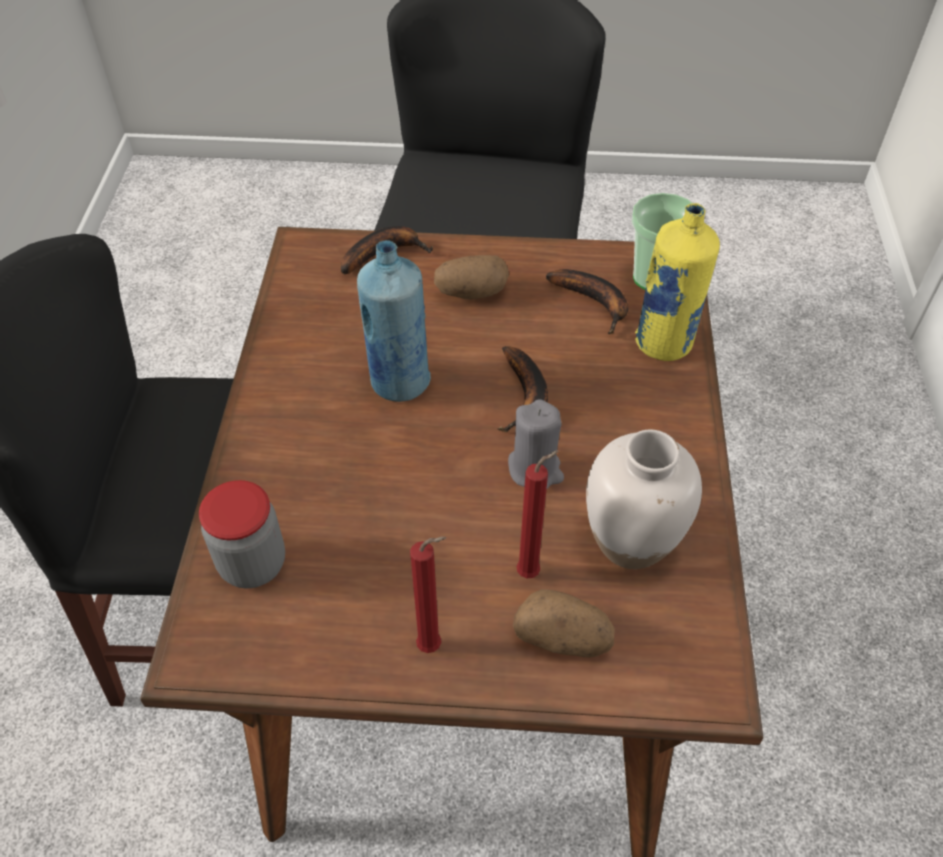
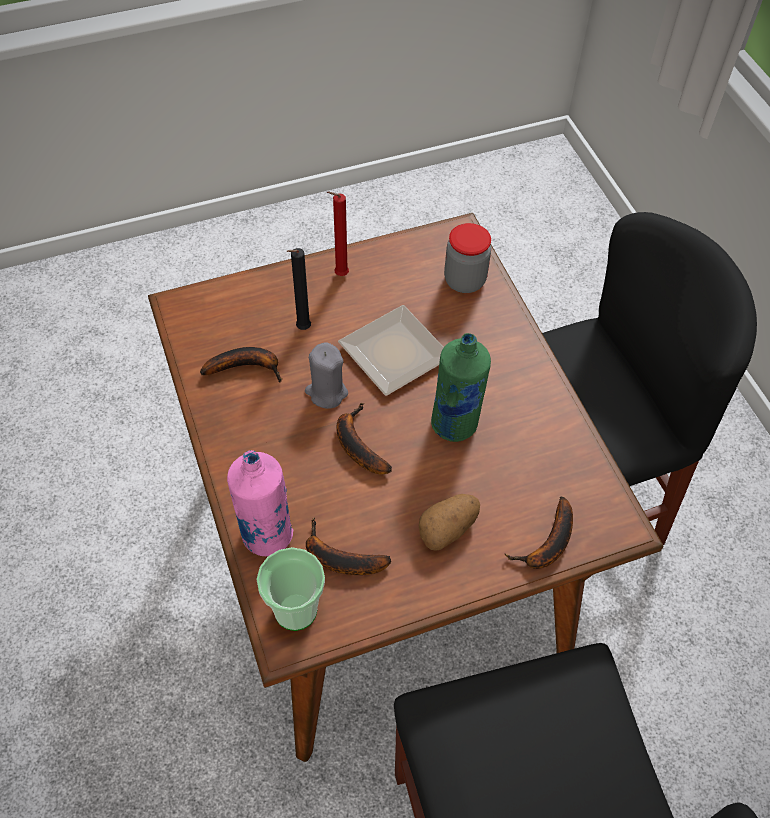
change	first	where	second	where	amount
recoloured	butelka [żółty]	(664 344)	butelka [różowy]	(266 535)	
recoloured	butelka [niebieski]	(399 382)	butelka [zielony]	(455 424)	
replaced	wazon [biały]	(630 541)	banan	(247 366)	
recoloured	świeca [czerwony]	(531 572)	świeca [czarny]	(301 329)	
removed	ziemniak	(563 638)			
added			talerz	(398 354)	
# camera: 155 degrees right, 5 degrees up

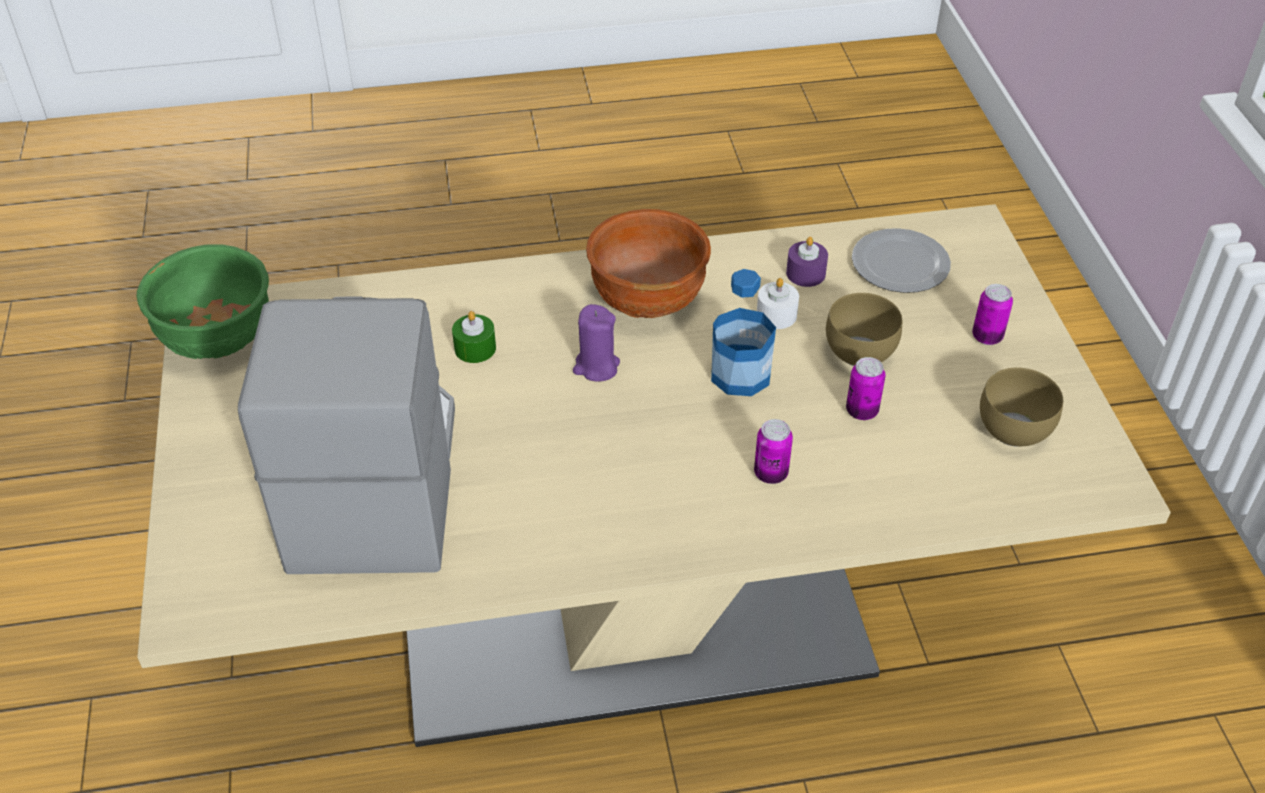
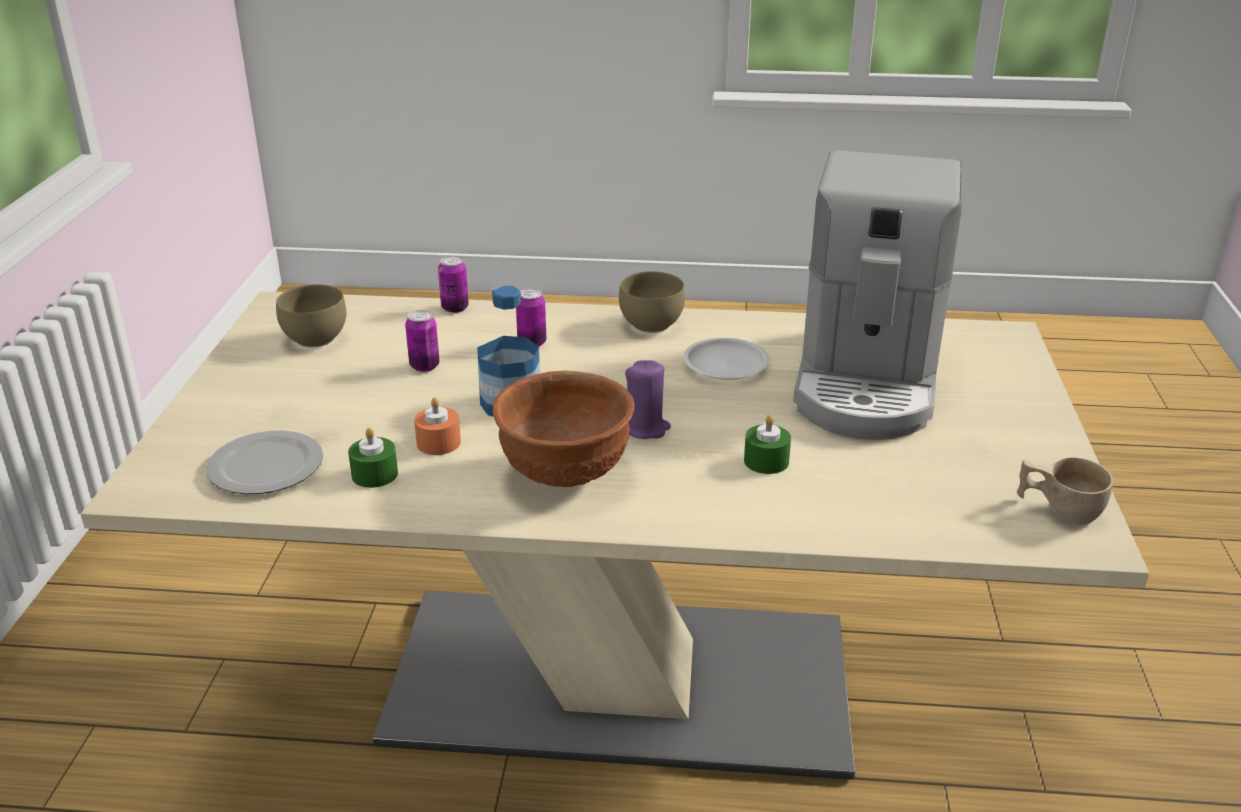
change	first	where	second	where	amount
recoloured	świeca [fioletowy]	(805 273)	świeca [zielony]	(374 474)	
replaced	miska [zielony]	(219 341)	filiżanka [beżowy]	(1058 509)	
recoloured	świeca [biały]	(776 315)	świeca [pomarańczowy]	(438 443)	
moved	puszka	(987 337)		(455 308)	
moved	miska [brązowy]	(856 353)		(654 325)	
added			talerz [biały]	(725 364)	
# camera: 165 degrees left, 15 degrees down

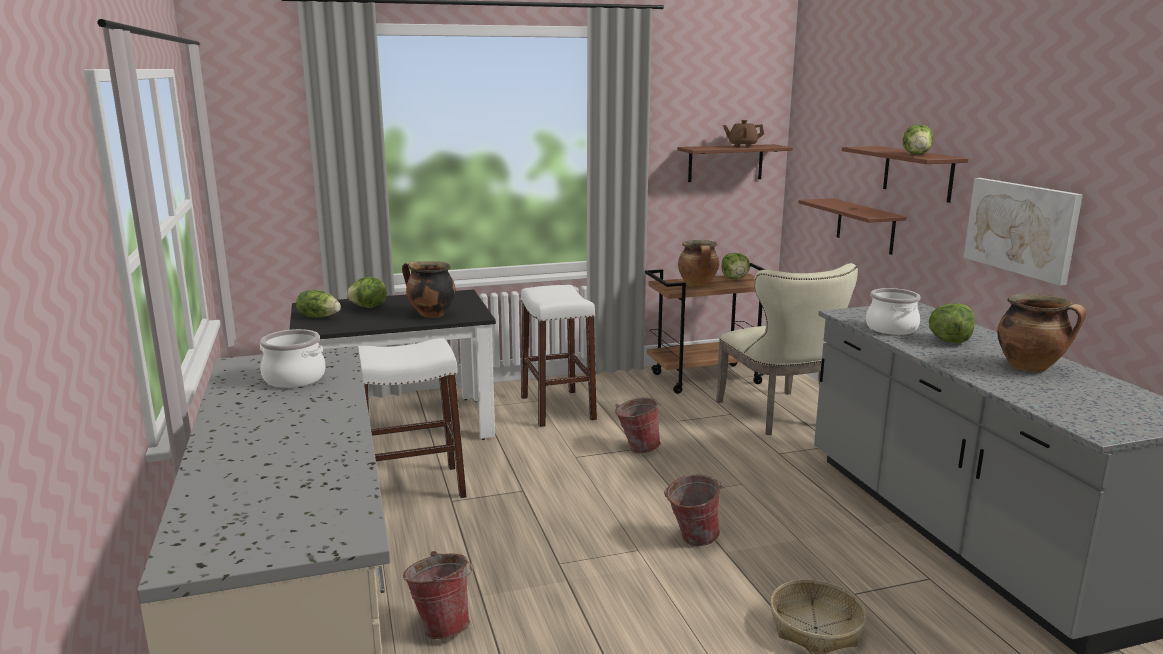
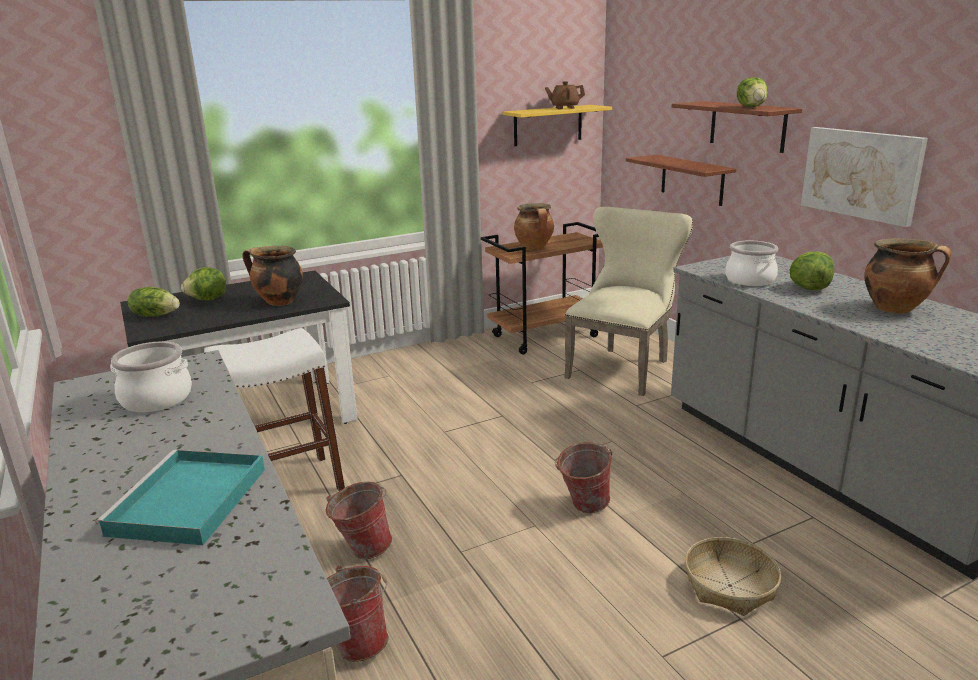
change	first	where	second	where	amount
recoloured	półka [brązowy]	(725 163)	półka [żółty]	(548 125)	
removed	sałata	(735 278)			
turned	krzesło [beżowy]	(778 416)		(623 367)	120 degrees counterclockwise
removed	stołek [biały]	(557 408)			
moved	wiadro	(637 448)		(362 549)	
added			taca [turkusowy]	(188 502)	
# camera: 10 degrees left, 5 degrees up

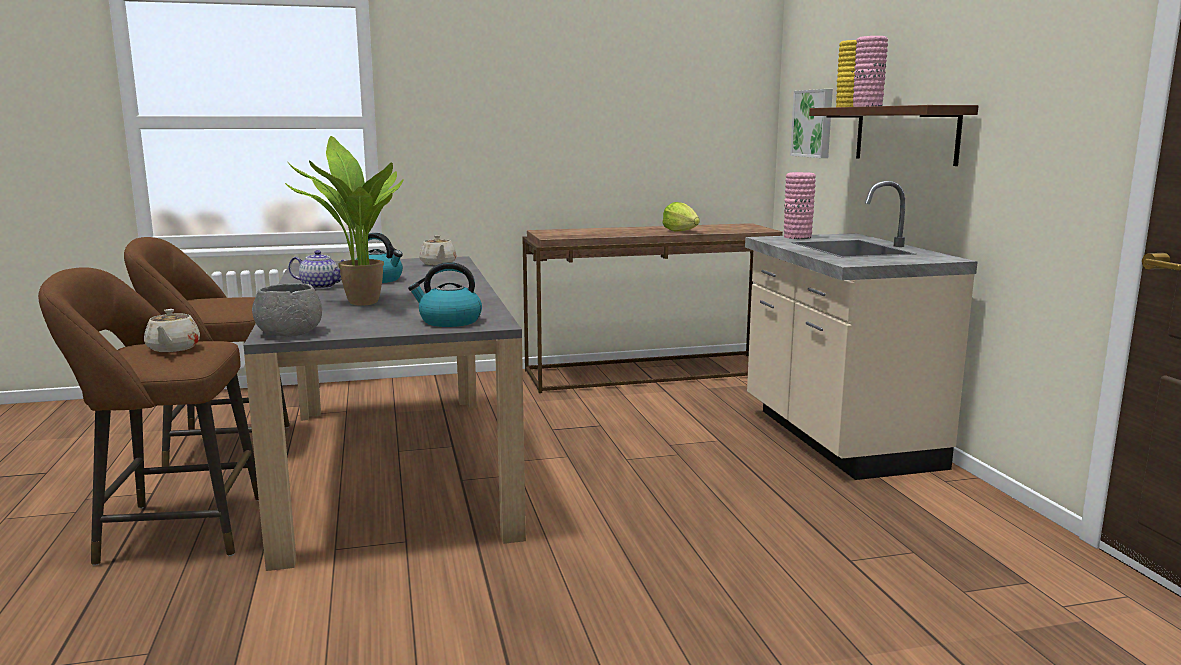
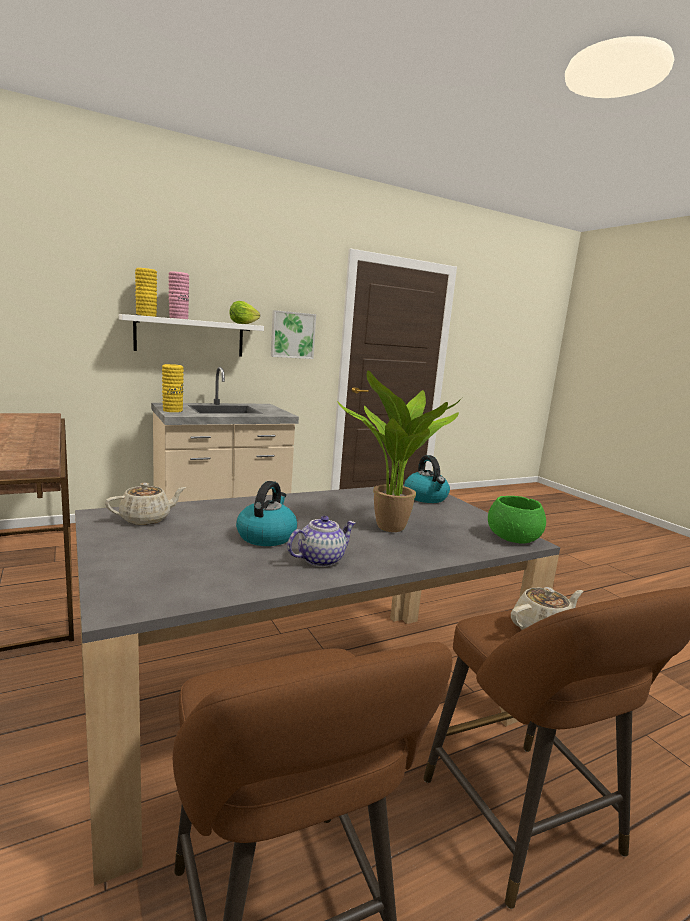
change	first	where	second	where	amount
moved	obraz	(814 123)		(292 335)	
recoloured	półka [brązowy]	(905 134)	półka [biały]	(190 336)	
recoloured	wazon [różowy]	(797 237)	wazon [żółty]	(172 410)	
moved	sałata	(680 231)		(243 323)	
turned	imbryk	(320 286)		(321 559)	60 degrees clockwise
recoloured	miska [szary]	(289 333)	miska [zielony]	(514 538)	
# camera: 105 degrees left, 0 degrees up

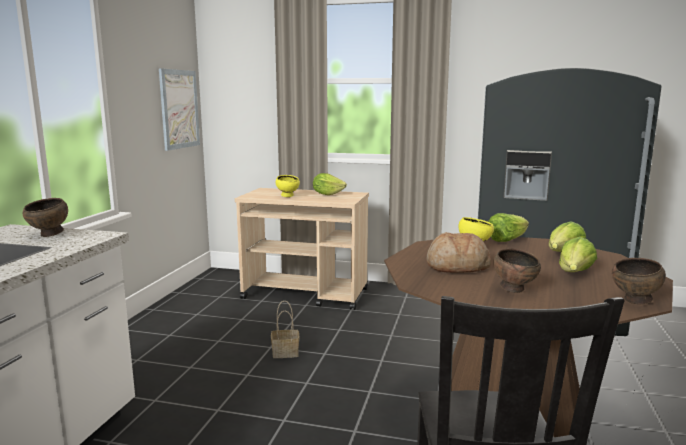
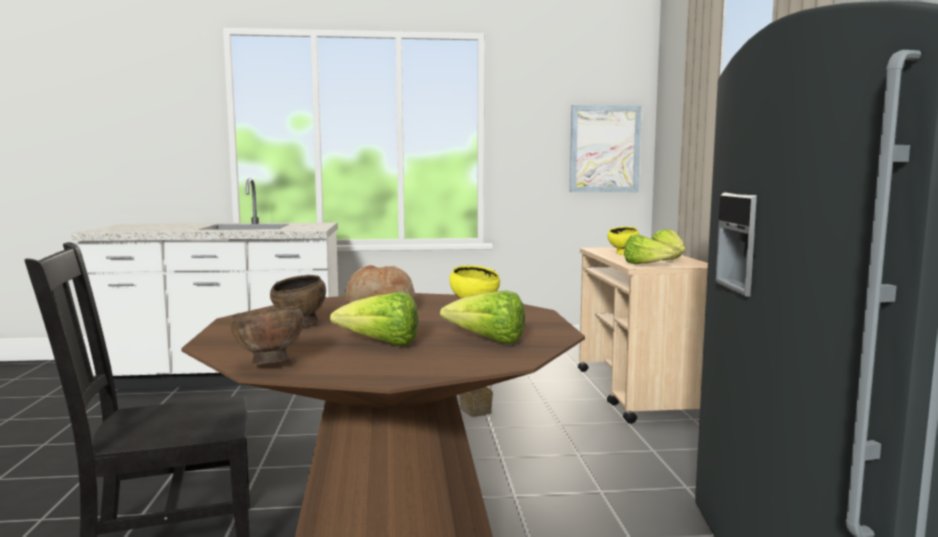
change	first	where	second	where	amount
removed	miska [brązowy]	(49 235)			
moved	sałata	(507 240)		(645 265)	
# camera: 70 degrees right, 5 degrees down

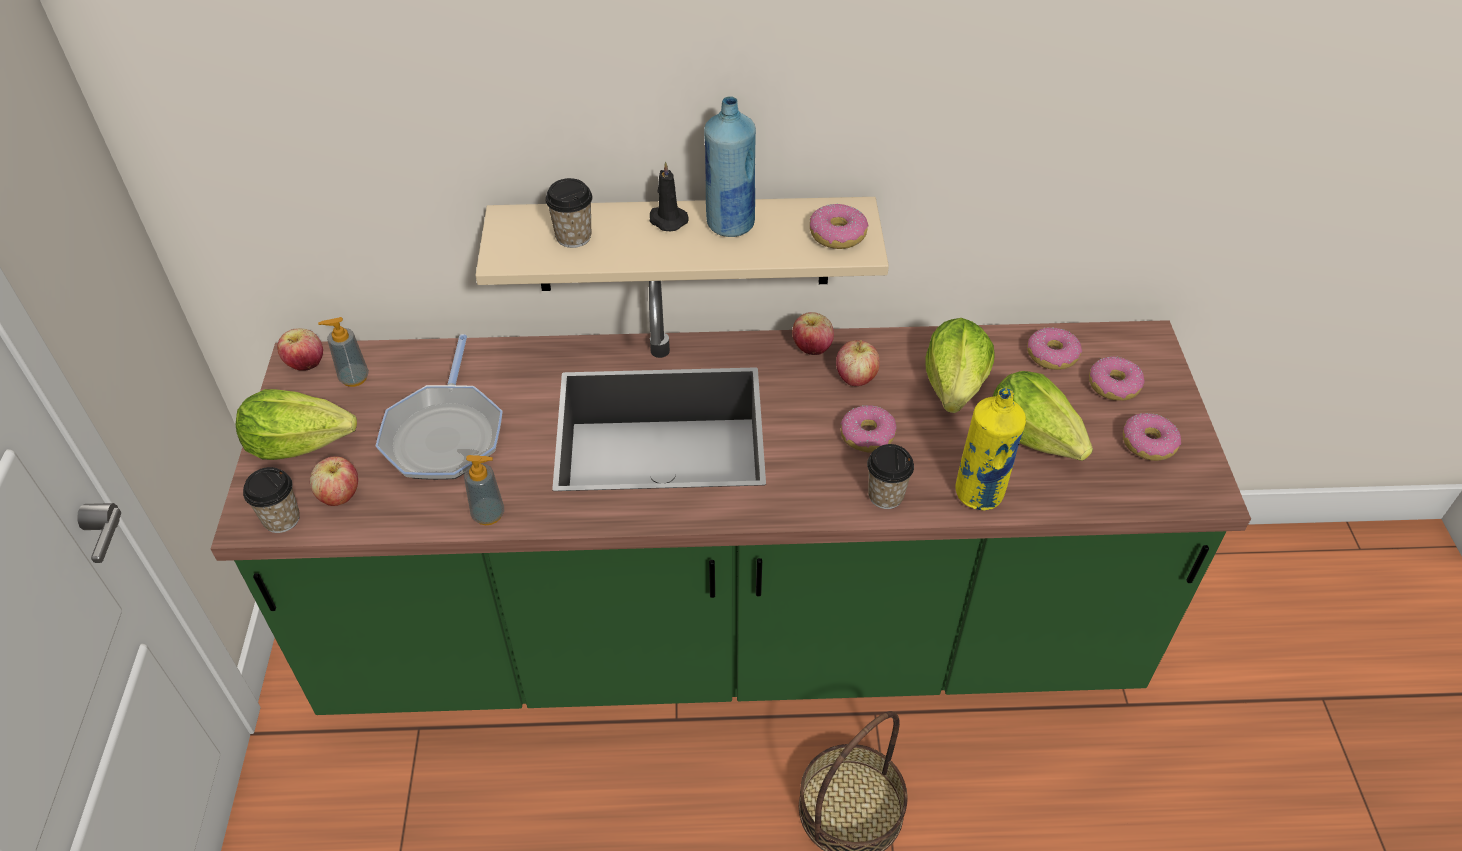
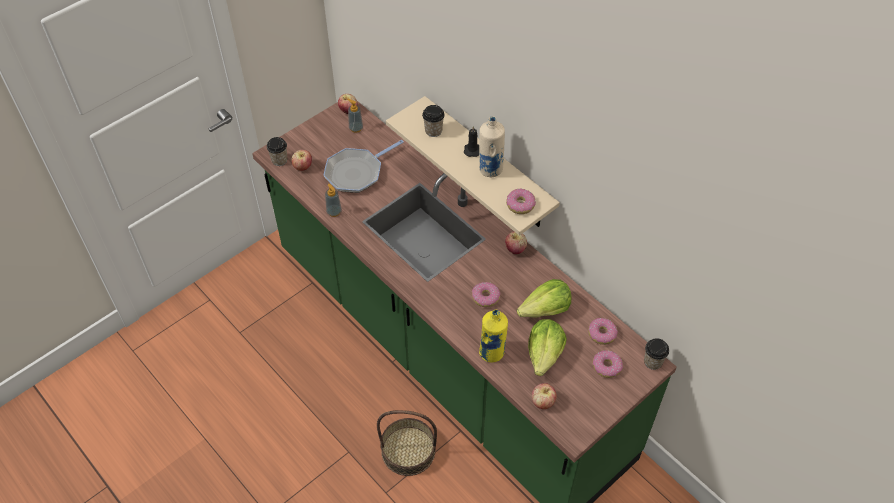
change	first	where	second	where	amount
recoloured	butelka [niebieski]	(730 224)	butelka [beżowy]	(490 169)	
moved	jabłko	(856 378)		(542 402)	
removed	sałata	(300 442)			
removed	donut	(1148 444)			
moved	filiżanka	(885 496)		(653 362)	
# camera: 50 degrees right, 5 degrees up

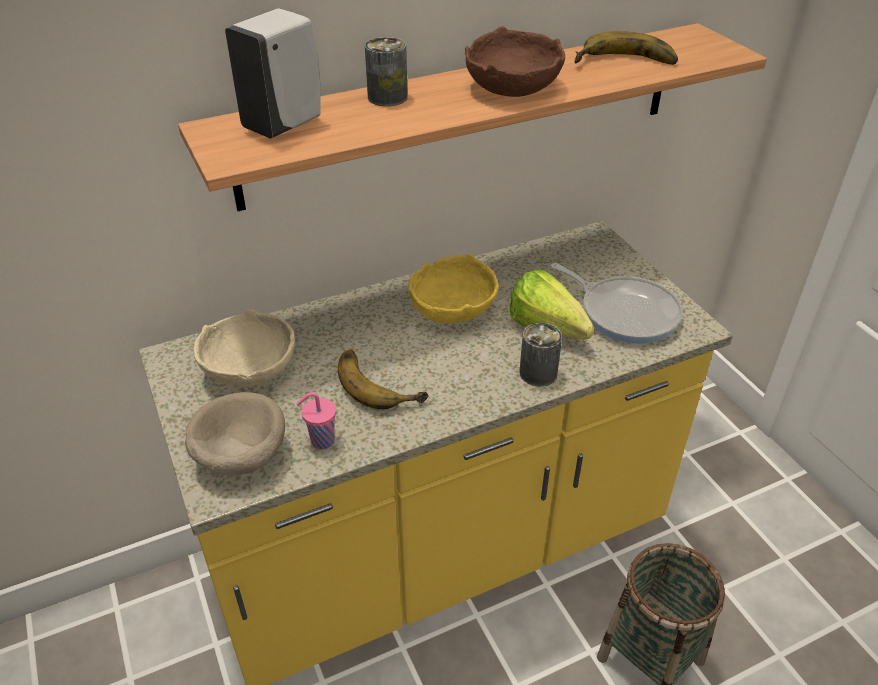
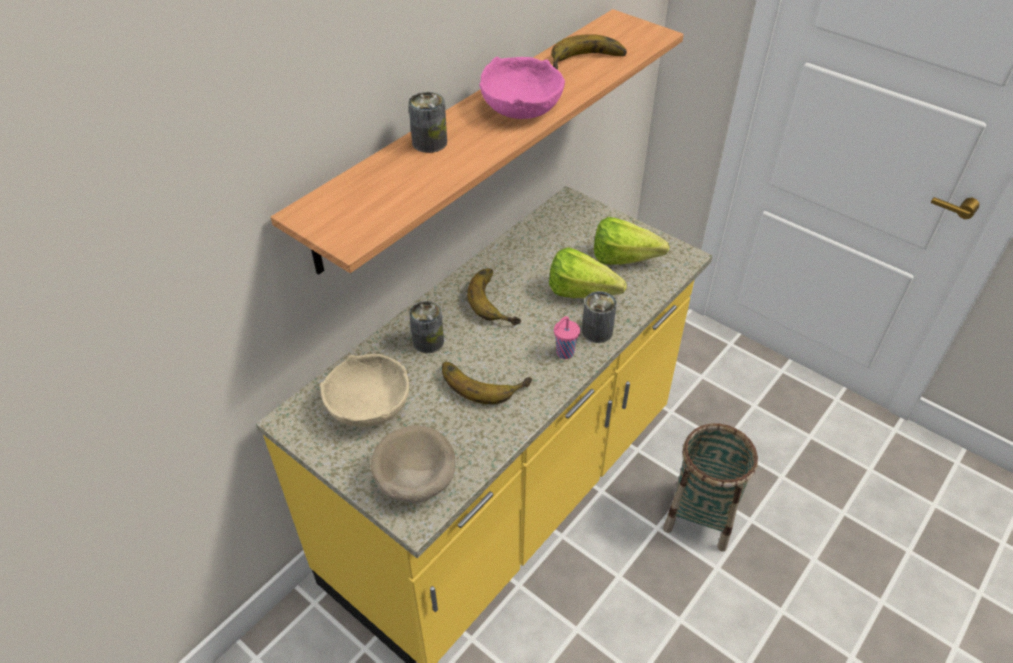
change	first	where	second	where	amount
removed	dozownik mydła [biały]	(285 125)			
recoloured	miska [brązowy]	(512 88)	miska [różowy]	(521 108)	
replaced	miska [żółty]	(451 309)	banan	(498 299)	
replaced	patelnia	(625 312)	sałata	(629 261)	
moved	filiżanka [różowy]	(321 441)		(564 353)	
added			puszka	(428 341)	
# camera: 25 degrees left, 5 degrees up

